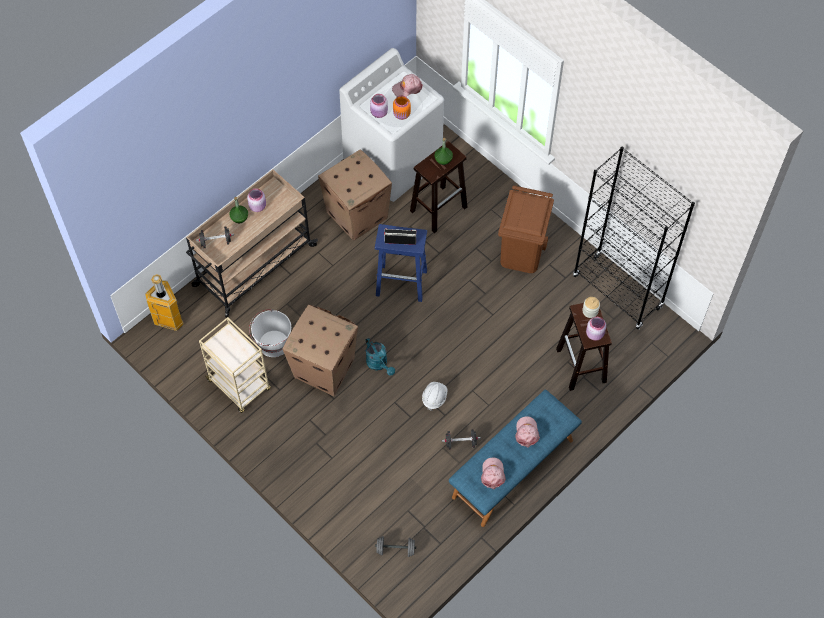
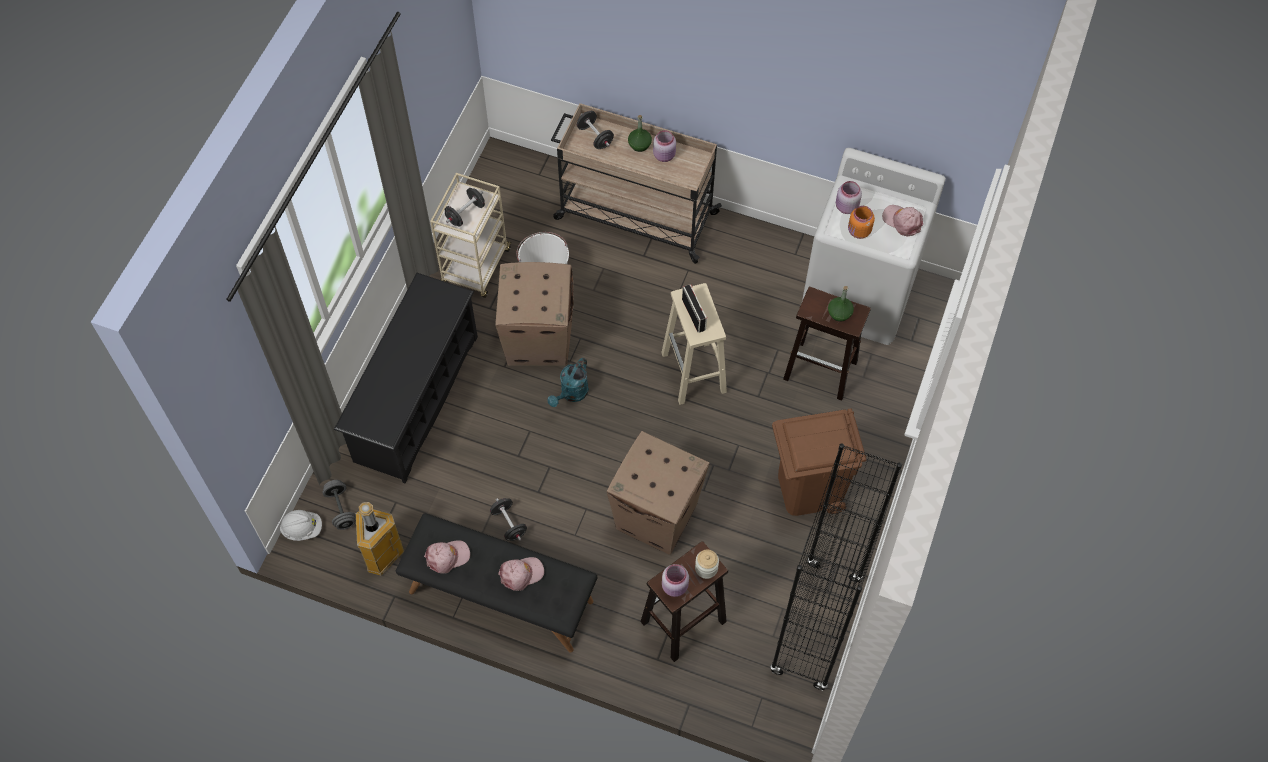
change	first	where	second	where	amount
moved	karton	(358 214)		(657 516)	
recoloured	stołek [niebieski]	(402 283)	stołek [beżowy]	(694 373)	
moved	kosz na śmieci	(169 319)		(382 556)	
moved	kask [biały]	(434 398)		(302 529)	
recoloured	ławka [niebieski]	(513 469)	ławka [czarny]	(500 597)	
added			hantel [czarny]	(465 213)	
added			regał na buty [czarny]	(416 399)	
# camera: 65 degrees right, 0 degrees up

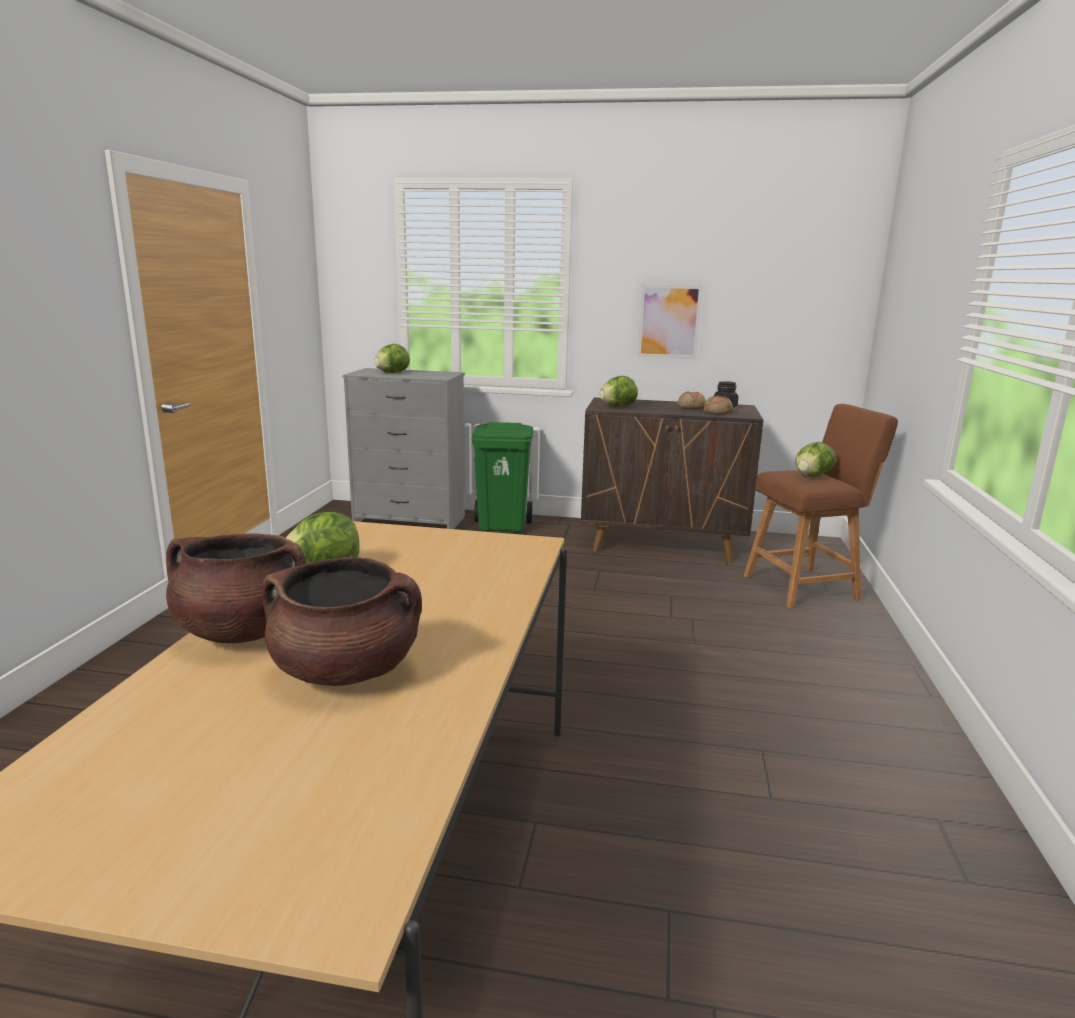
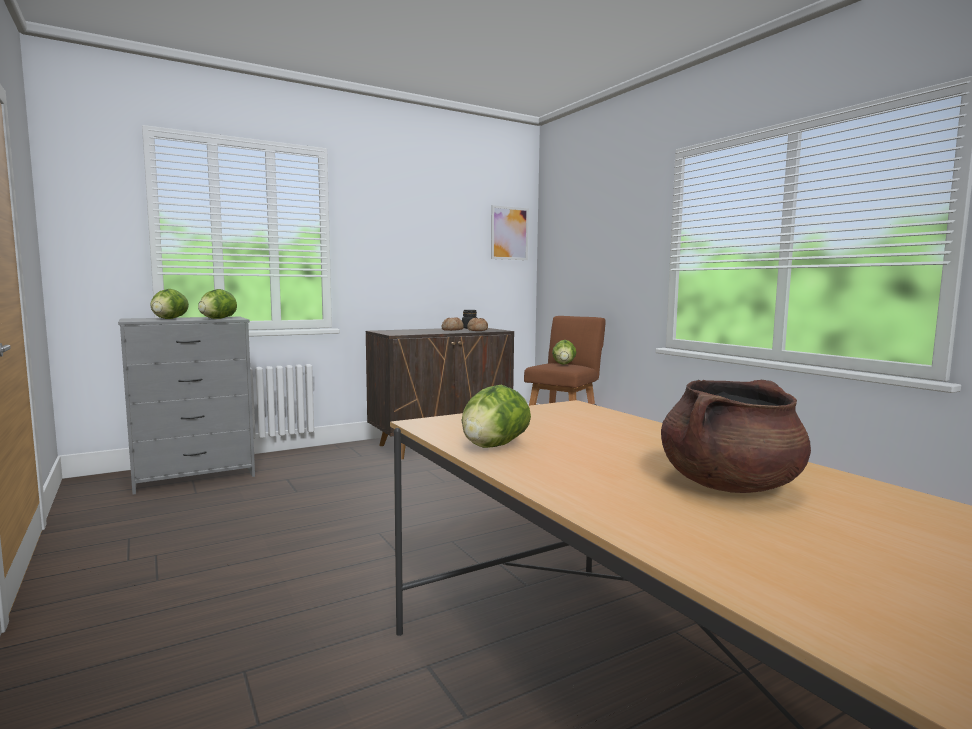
change	first	where	second	where	amount
moved	obraz	(669 321)		(509 233)	
moved	sałata	(617 406)		(217 318)	
removed	kosz na śmieci [zielony]	(503 526)			
removed	garnek [brązowy]	(243 631)			
# camera: 40 degrees left, 10 degrees down

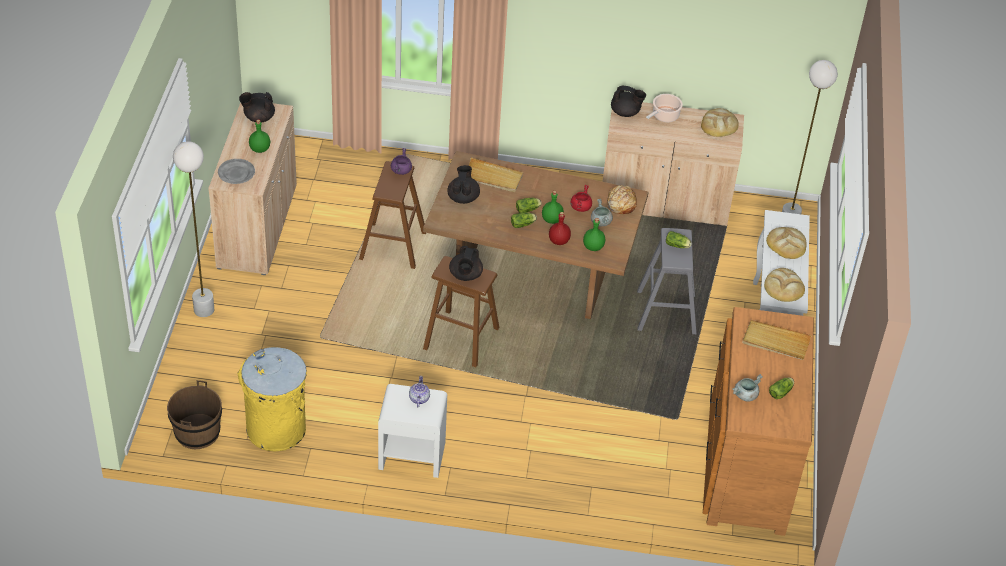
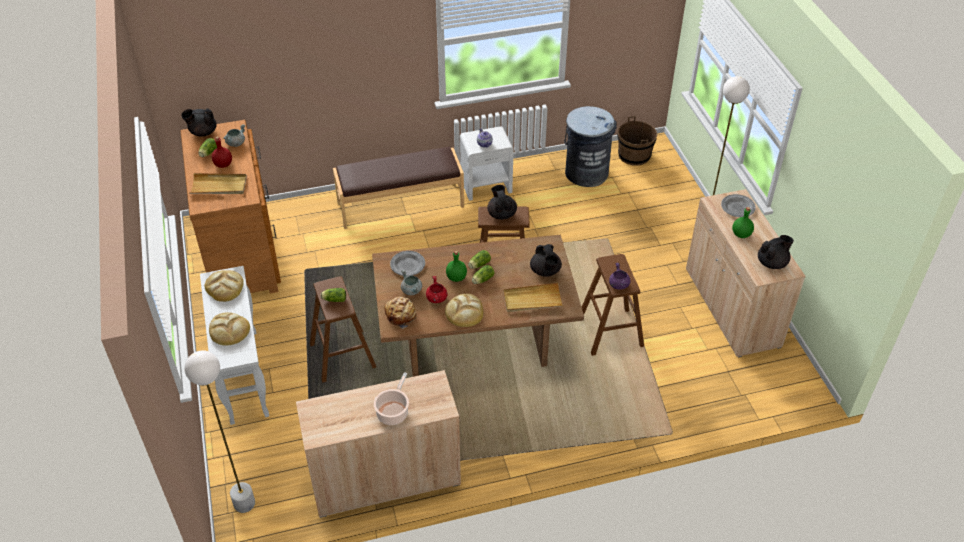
change	first	where	second	where	amount
moved	imbryk [czarny]	(625 112)		(203 132)	
moved	chleb	(719 125)		(464 312)	
moved	butelka [czerwony]	(559 241)		(223 165)	
replaced	butelka [zielony]	(593 247)	talerz [szary]	(407 265)	
recoloured	stołek [szary]	(666 312)	stołek [brązowy]	(342 355)	
recoloured	kosz na śmieci [żółty]	(276 429)	kosz na śmieci [szary]	(586 172)	
added			ławka [brązowy]	(400 204)	
# camera: 160 degrees right, 0 degrees up

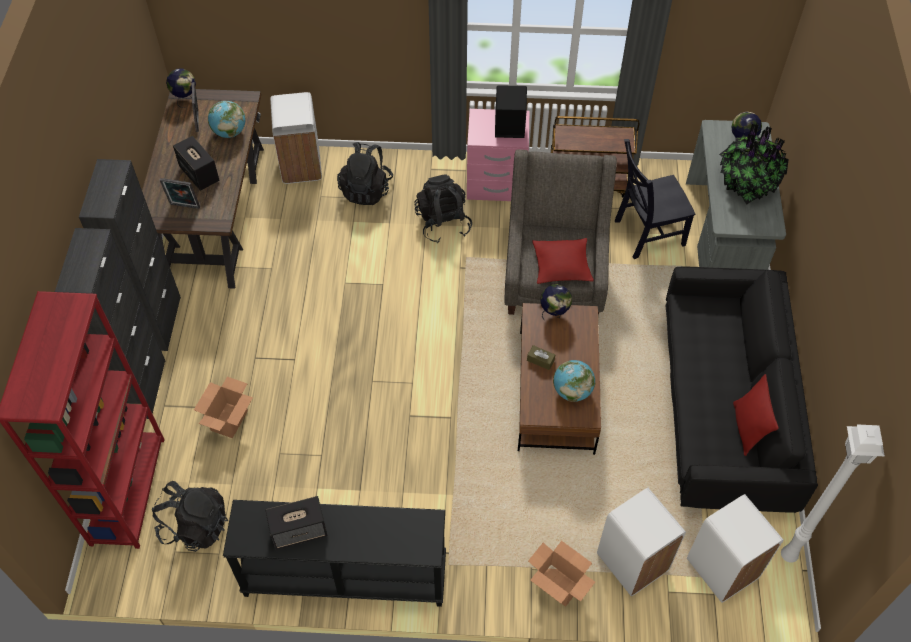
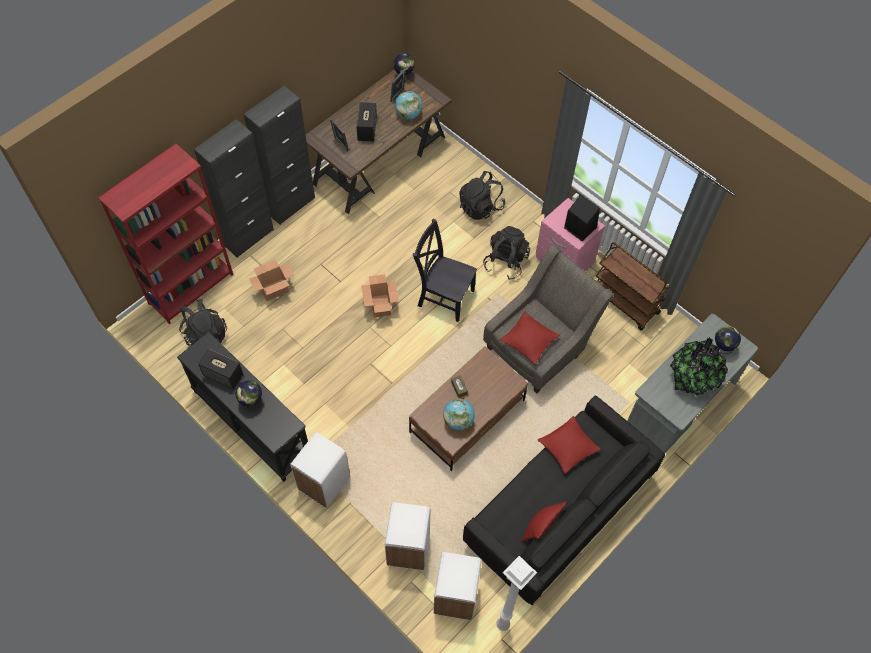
change	first	where	second	where	amount
moved	kosz na śmieci [biały]	(300 166)		(323 484)	
moved	krzesło [czarny]	(646 233)		(443 296)	
moved	globus	(554 313)		(251 401)	
moved	karton	(558 585)		(381 306)	
added			poduszka [czerwony]	(568 447)	
# camera: 40 degrees right, 5 degrees up

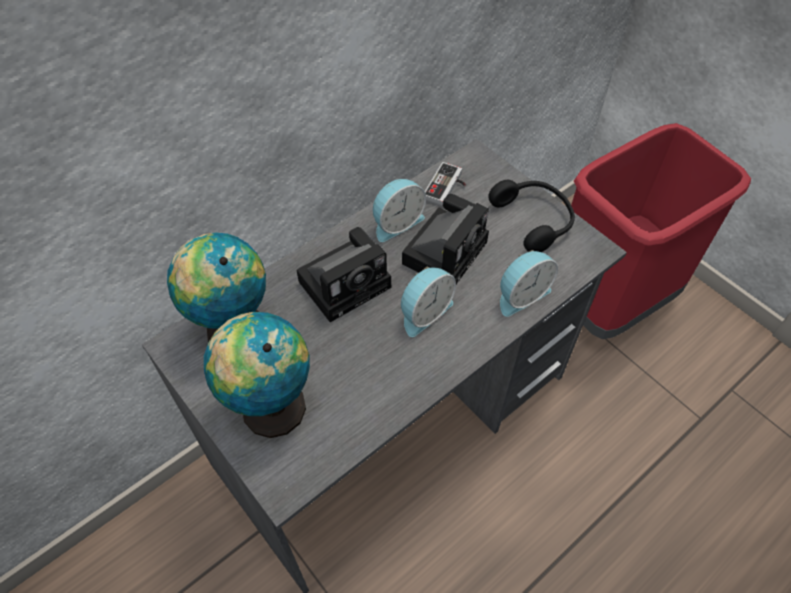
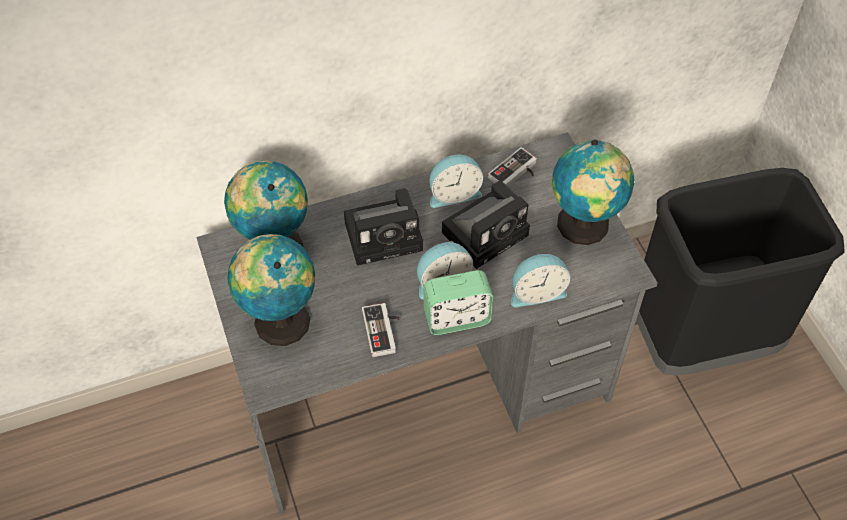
change	first	where	second	where	amount
recoloured	kosz na śmieci [czerwony]	(609 300)	kosz na śmieci [czarny]	(701 338)	
replaced	słuchawki [czarny]	(534 220)	globus	(584 227)	
added			budzik	(456 318)	
added			pad do gier	(384 331)	
# camera: 20 degrees right, 0 degrees up

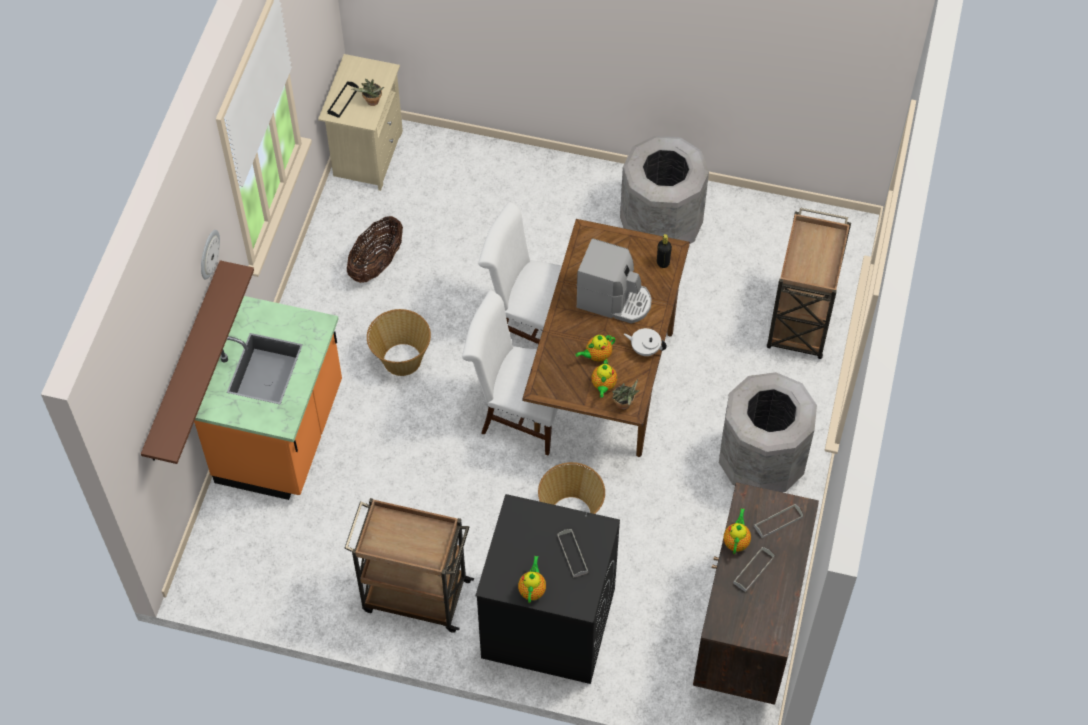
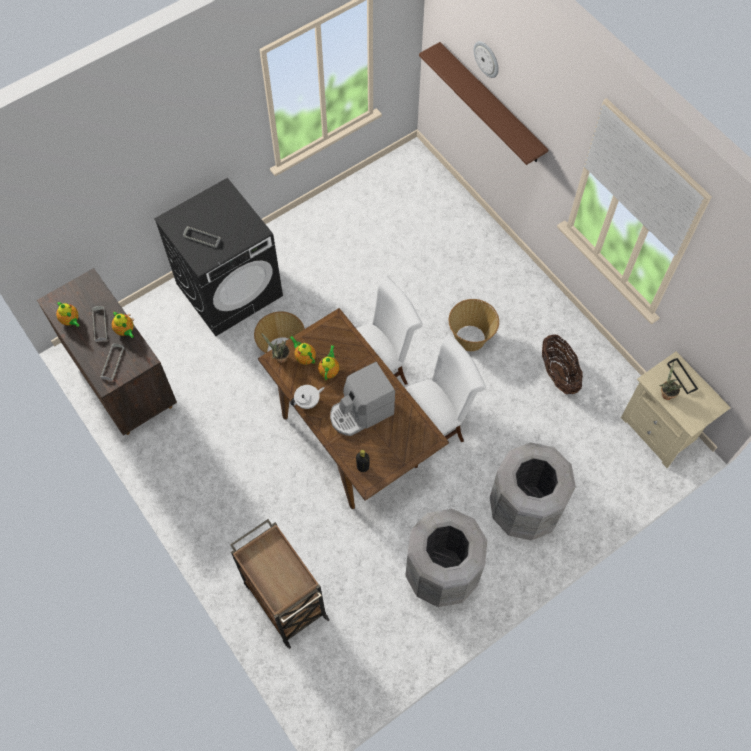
change	first	where	second	where	amount
moved	zegar ścienny	(208 254)		(487 59)	
removed	zabudowa kuchenna [pomarańczowy]	(282 434)			
moved	kosz na śmieci [szary]	(761 463)		(524 509)	
removed	wózek [brązowy]	(414 595)			
moved	imbryk	(532 589)		(71 320)	
# camera: 130 degrees right, 5 degrees up

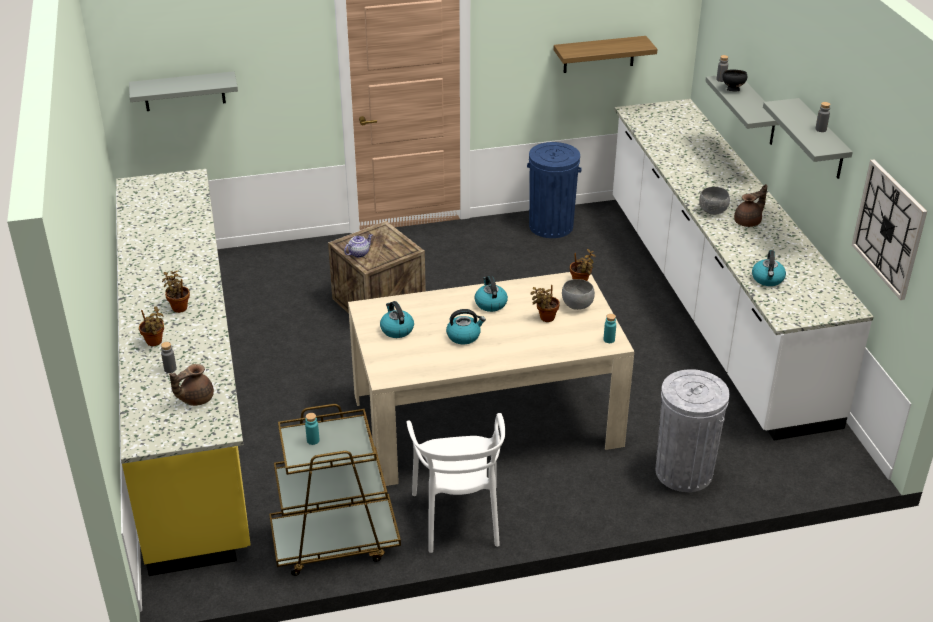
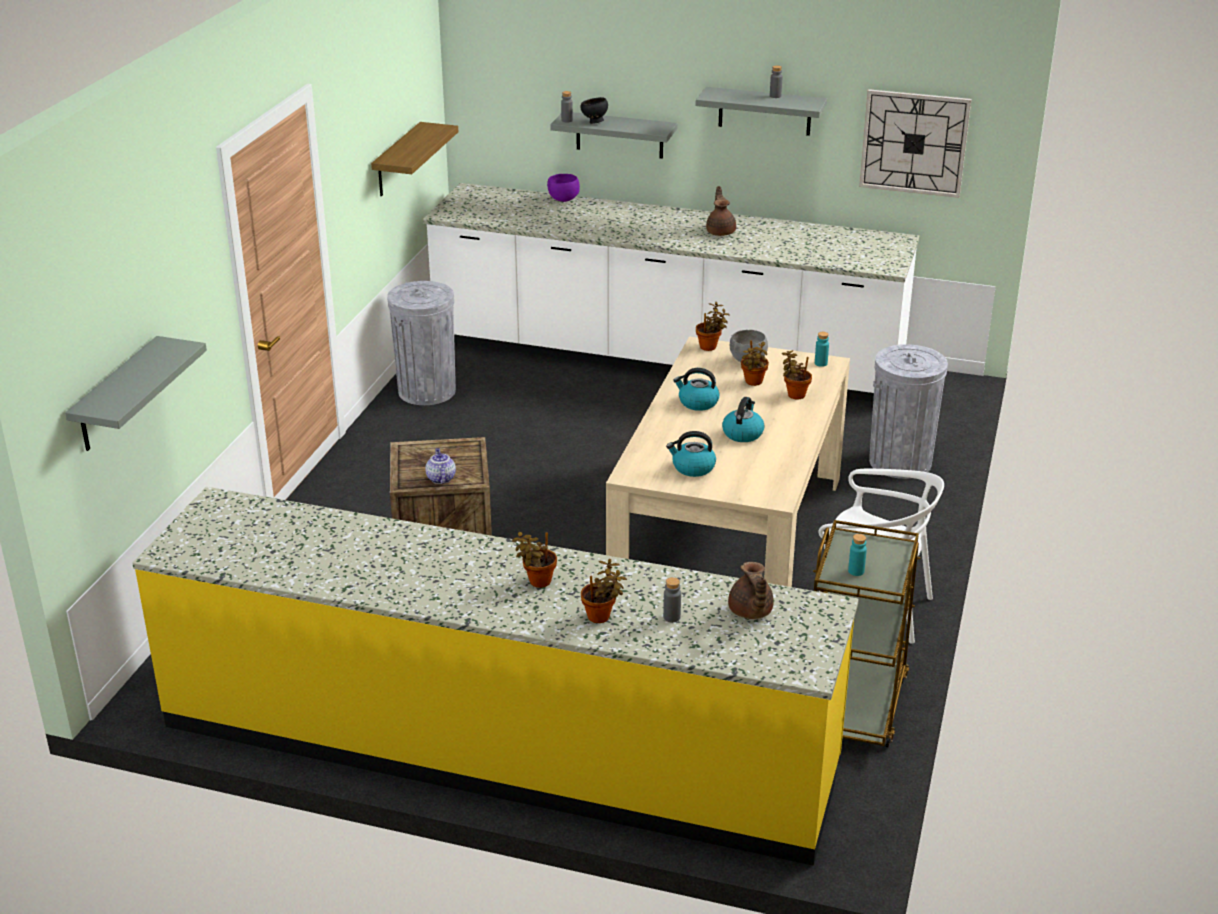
change	first	where	second	where	amount
recoloured	kosz na śmieci [niebieski]	(551 226)	kosz na śmieci [szary]	(427 391)	
removed	miska [szary]	(713 212)			
removed	czajnik	(768 279)			
added			miska [fioletowy]	(563 200)	
added			roślina doniczkowa	(794 394)	
# camera: 60 degrees left, 5 degrees down

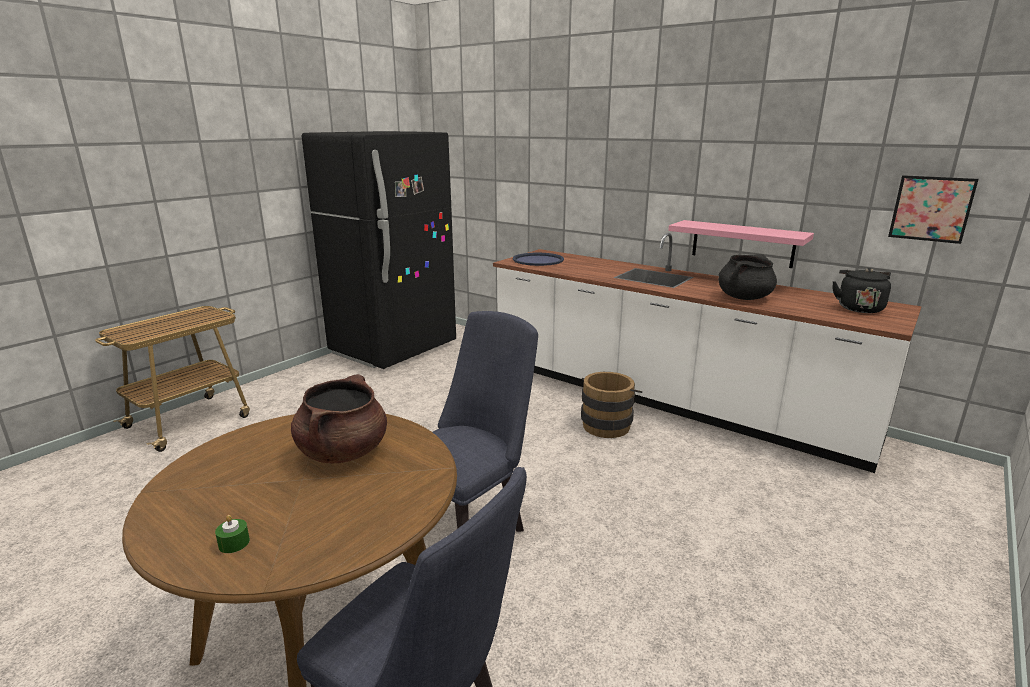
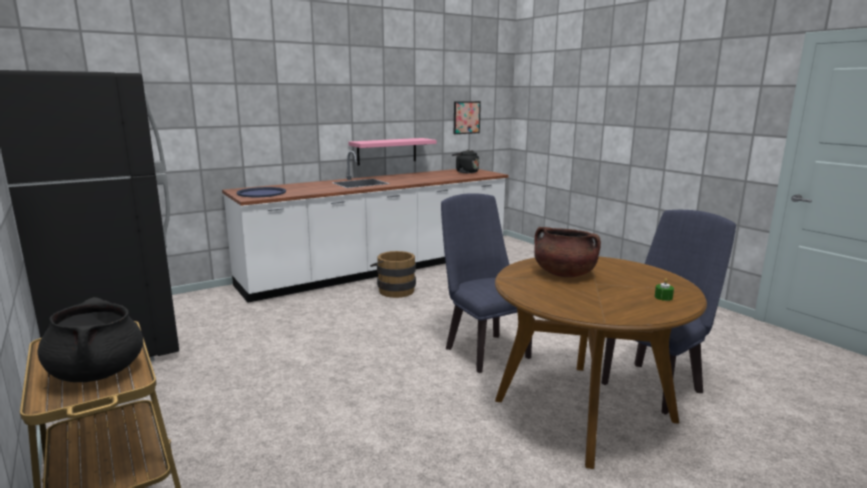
change	first	where	second	where	amount
moved	garnek [czarny]	(744 297)		(97 372)	
# camera: 70 degrees left, 5 degrees down

